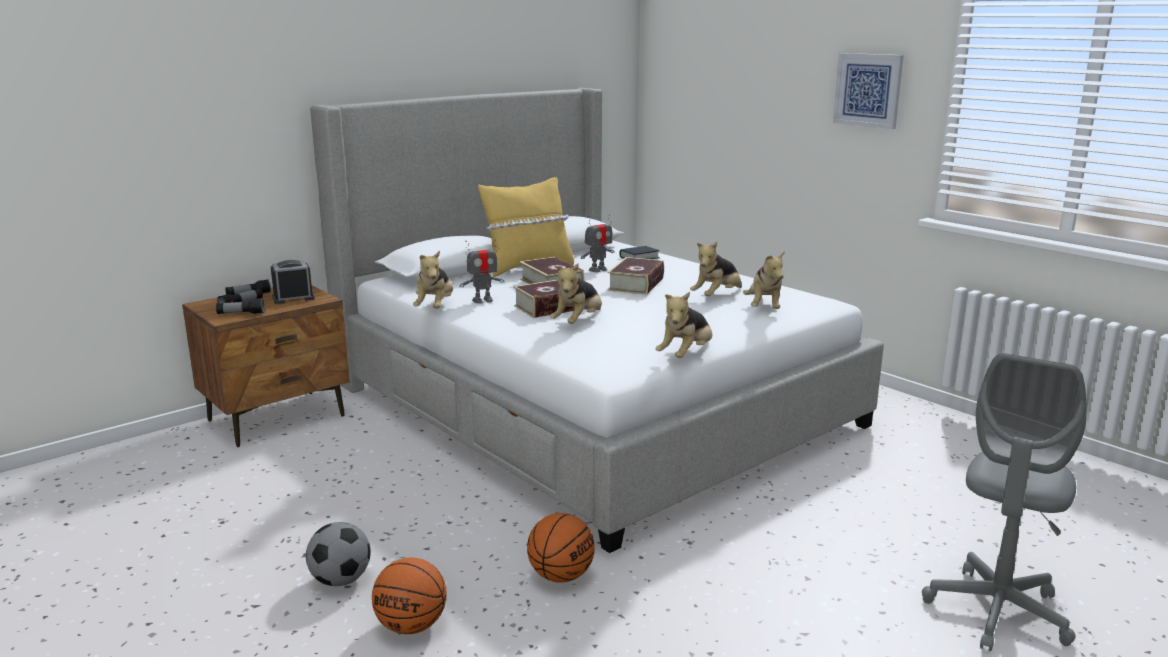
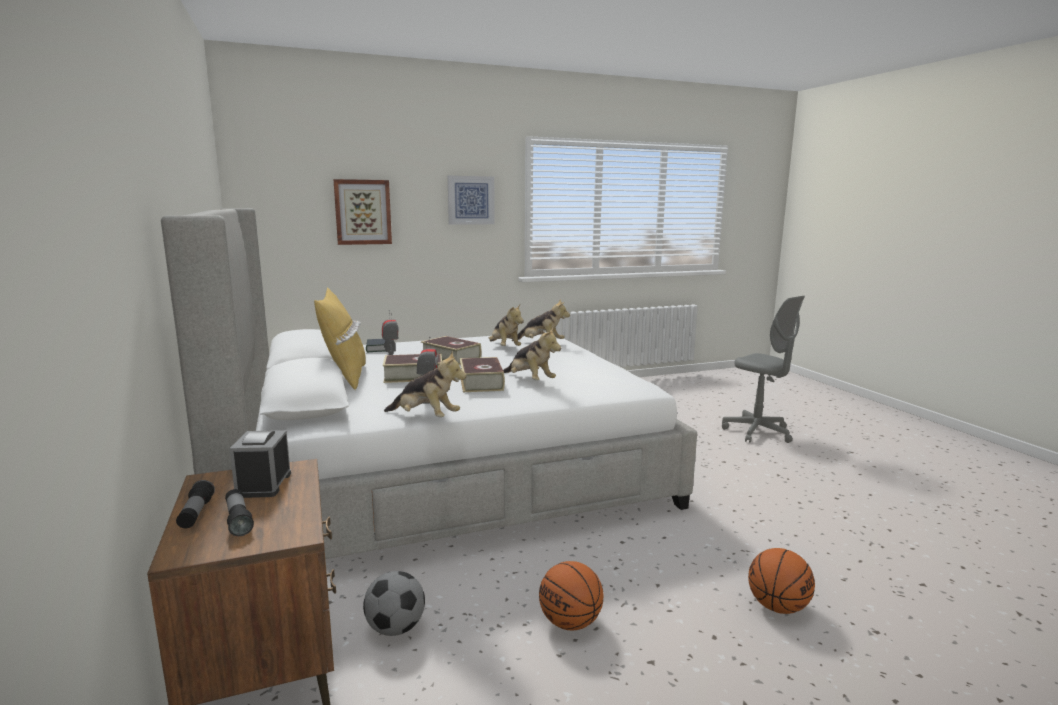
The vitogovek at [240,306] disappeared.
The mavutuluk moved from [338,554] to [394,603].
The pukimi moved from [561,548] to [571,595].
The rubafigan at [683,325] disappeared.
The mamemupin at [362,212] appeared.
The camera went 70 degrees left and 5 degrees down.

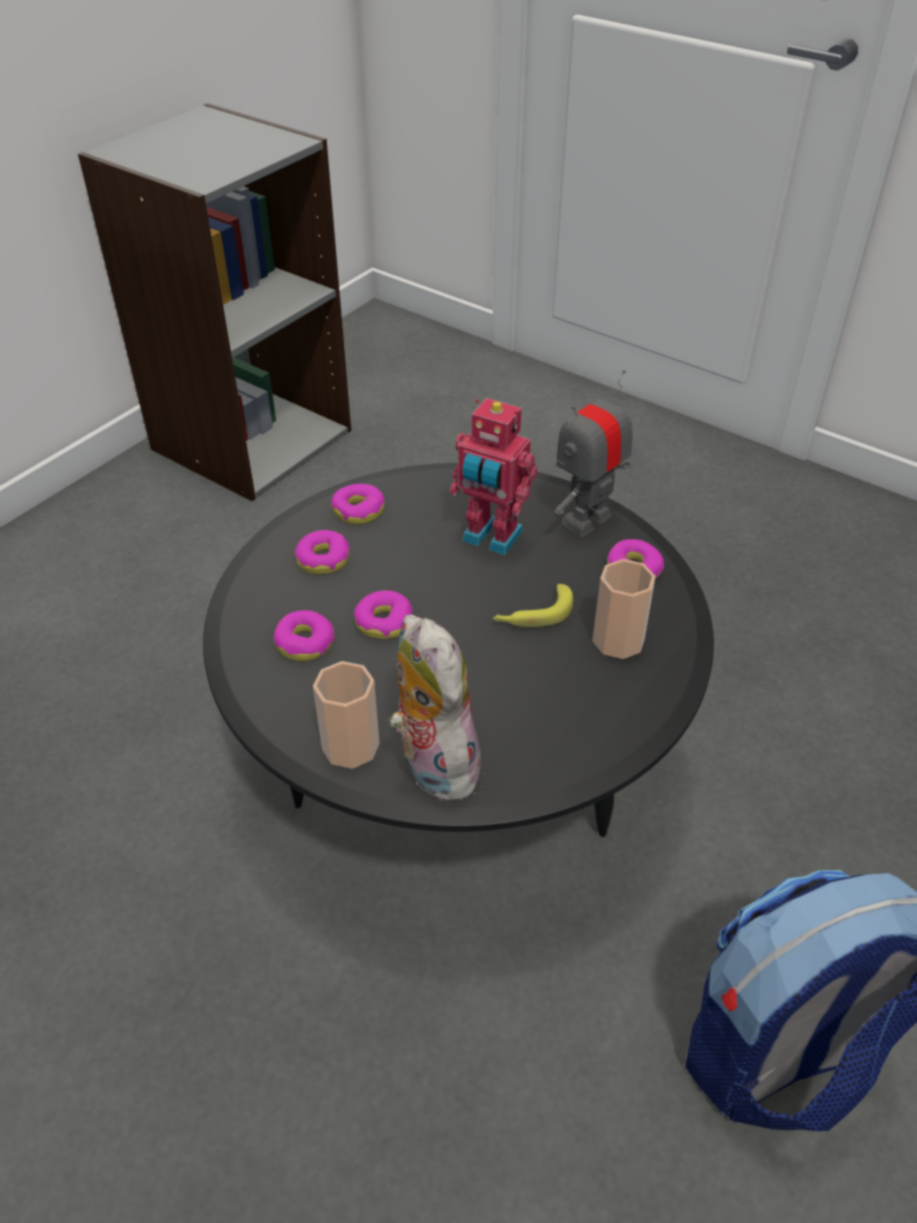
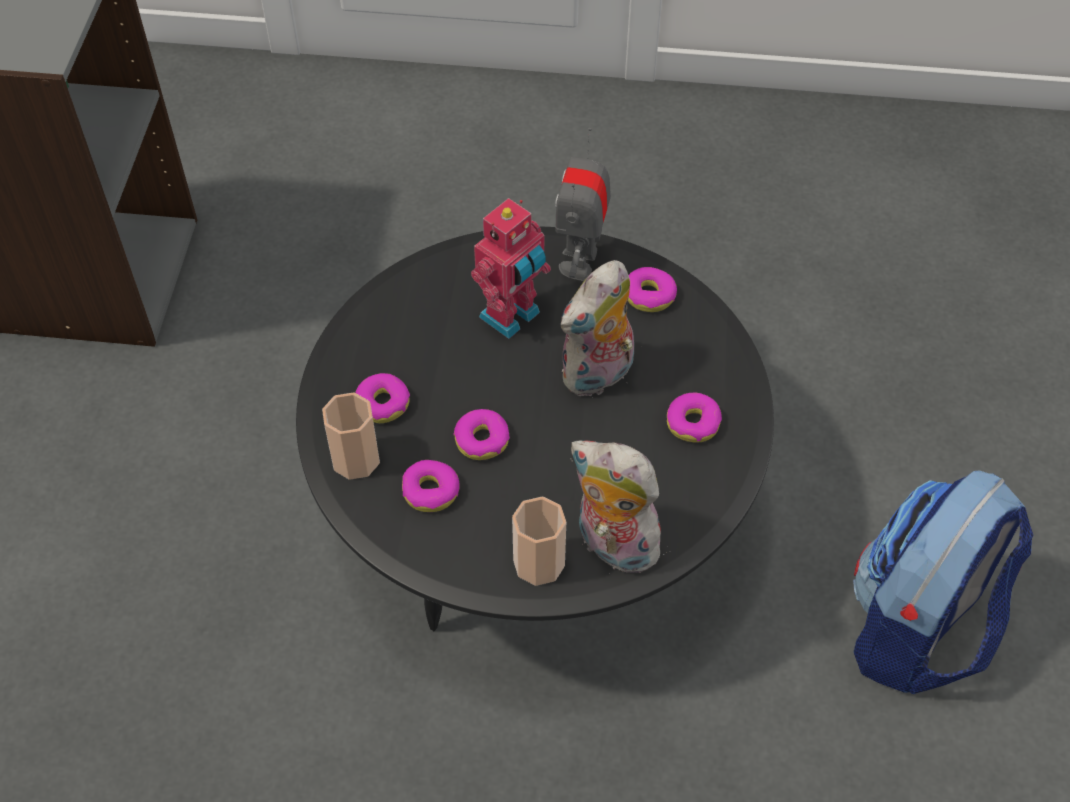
The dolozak moved from [358,504] to [694,417].
The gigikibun at [493,476] turned 45 degrees counterclockwise.
The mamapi at [533,605] was replaced by the rubafigan at [597,329].
The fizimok moved from [624,609] to [351,436].
The camera went 30 degrees left and 10 degrees up.

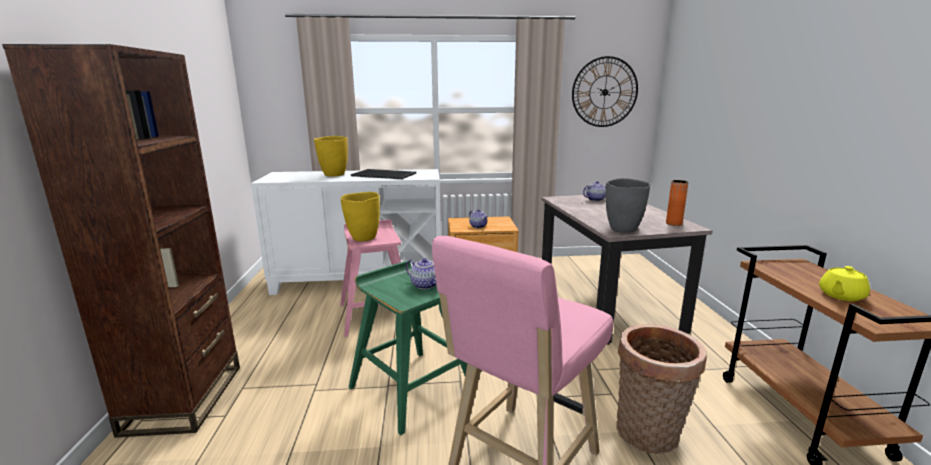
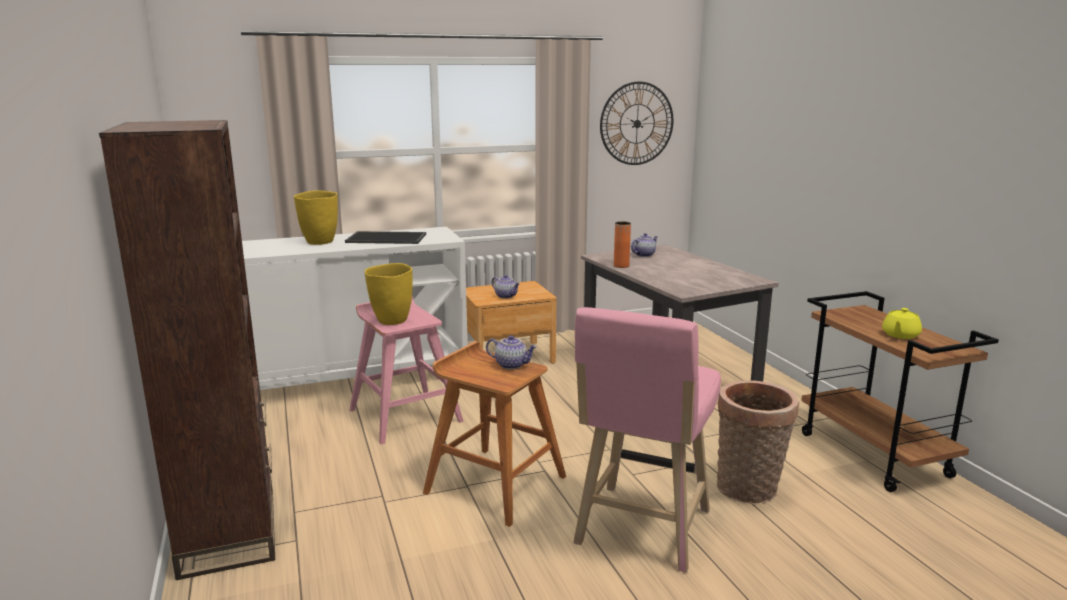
The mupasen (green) at [407,348] became the mupasen (brown) at [494,434].
The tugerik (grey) at [628,205] disappeared.
The tugerik (orange) moved from [677,203] to [622,244].
The camera went 15 degrees left and 0 degrees up.

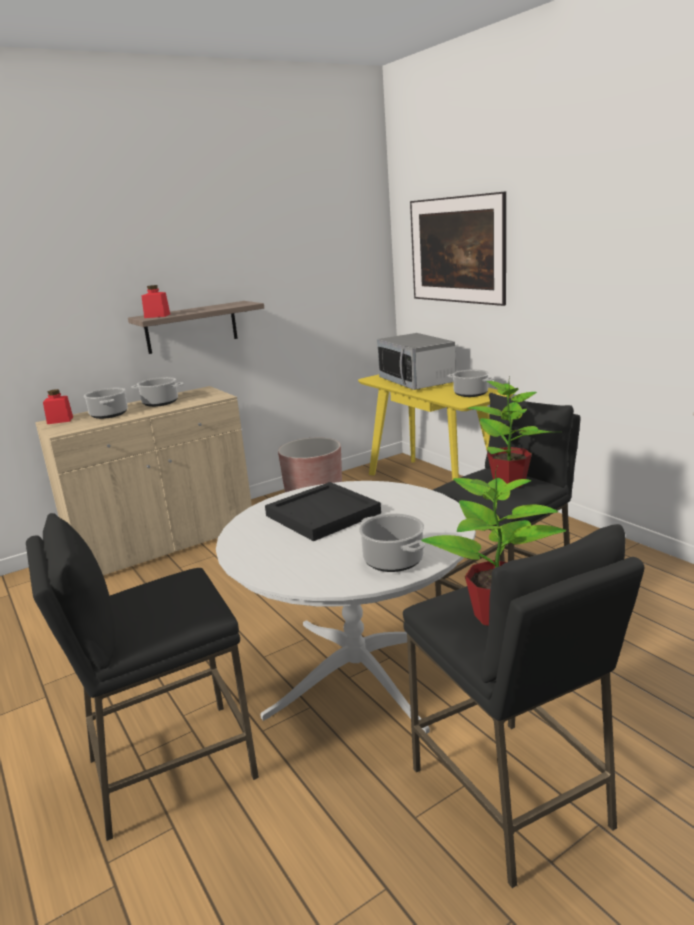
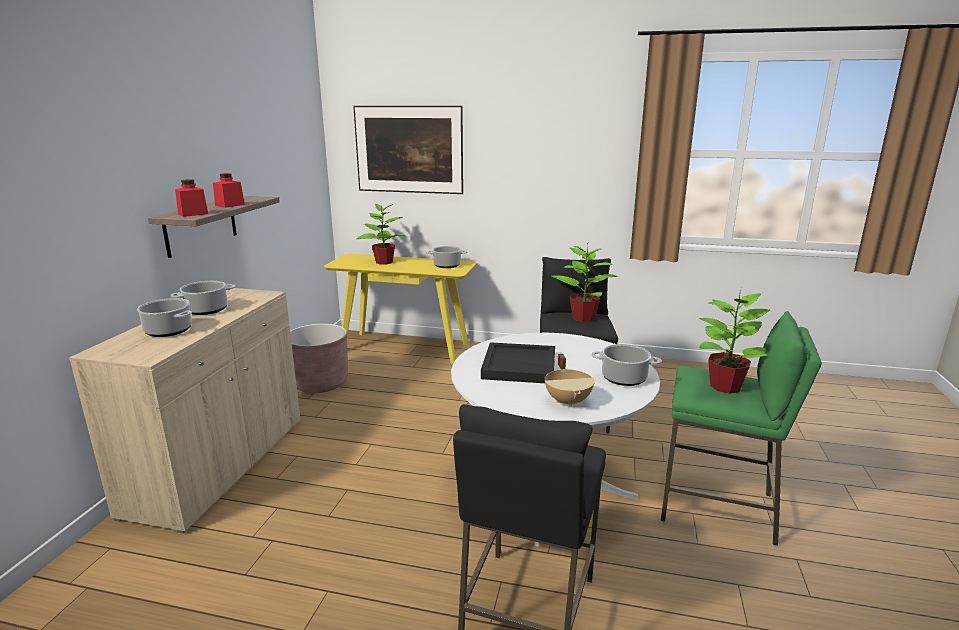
The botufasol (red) moved from [58,406] to [229,190].
The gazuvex at [416,361] was replaced by the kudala at [381,234].
The mupasen (black) at [524,706] became the mupasen (green) at [741,428].
The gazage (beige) at [570,380] appeared.
The camera went 45 degrees left and 0 degrees up.

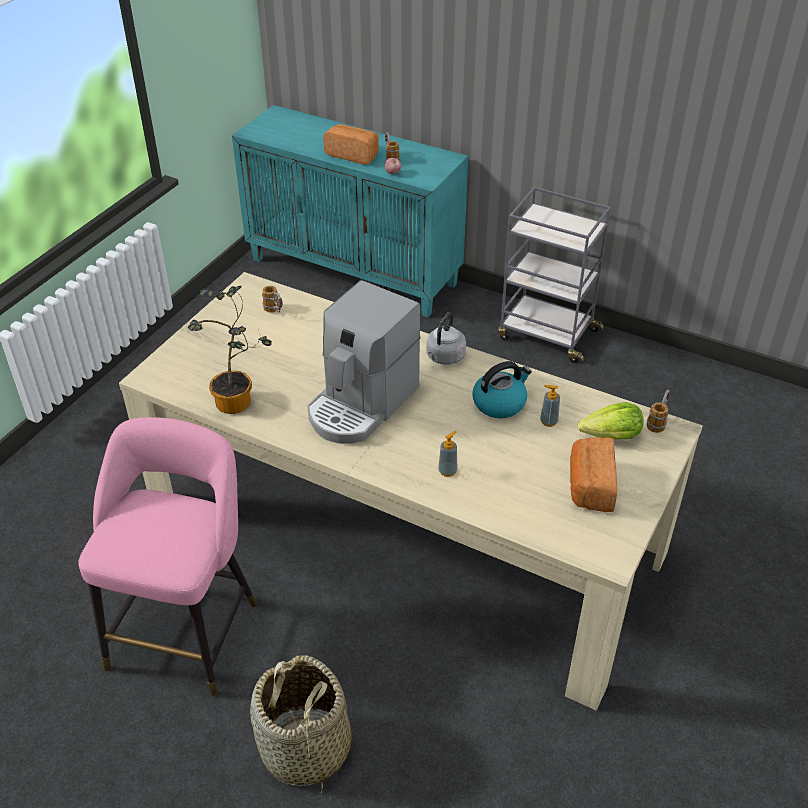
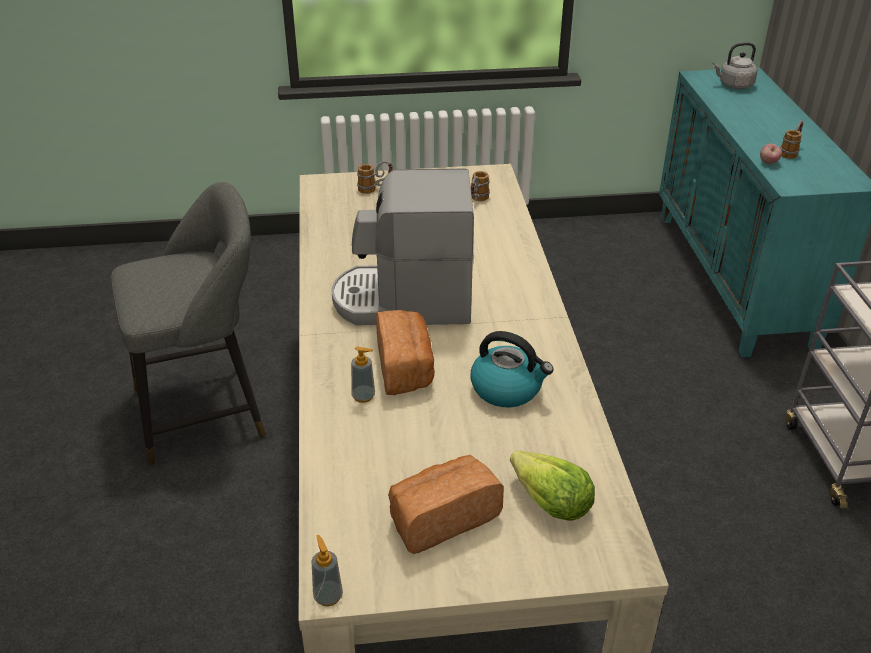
The mupasen (pink) at [167,556] became the mupasen (grey) at [188,323].
The kudala at [230,350] disappeared.
The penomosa at [301,724] disappeared.
The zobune moved from [351,144] to [405,352].
The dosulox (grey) moved from [446,338] to [735,65].
The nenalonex moved from [550,406] to [327,571].
The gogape moved from [658,411] to [375,177].
The camera went 55 degrees right and 5 degrees down.

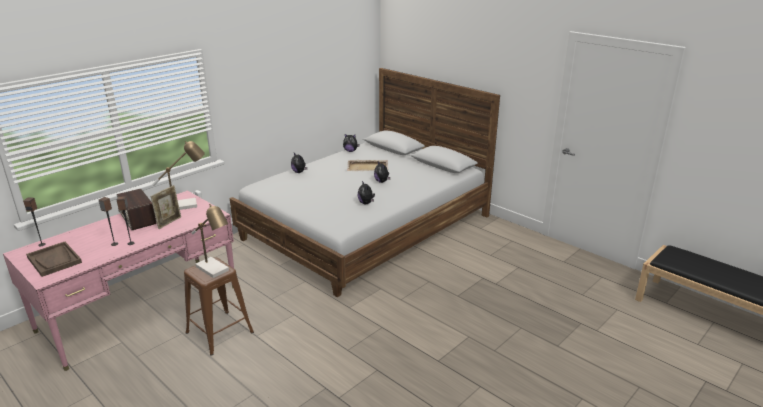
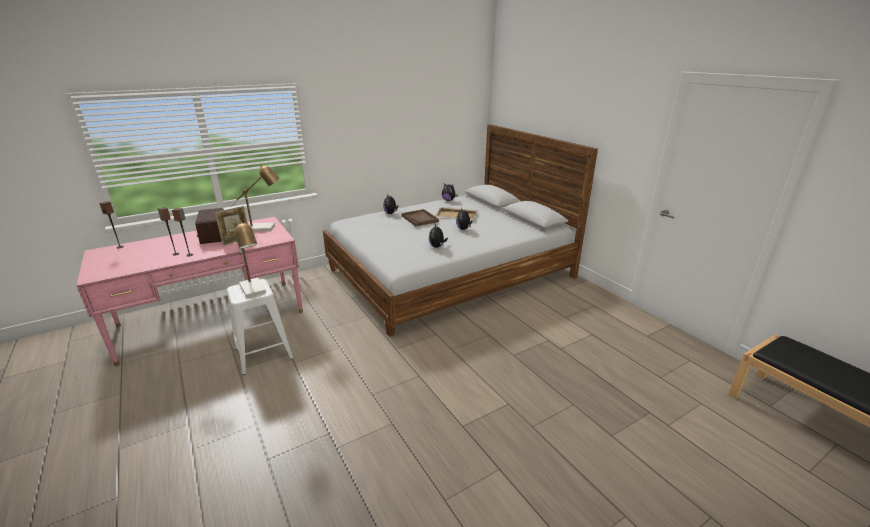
The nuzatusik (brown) moved from [54,259] to [420,218].
The mupasen (brown) at [219,307] became the mupasen (white) at [260,327].
The camera went 15 degrees right and 0 degrees up.

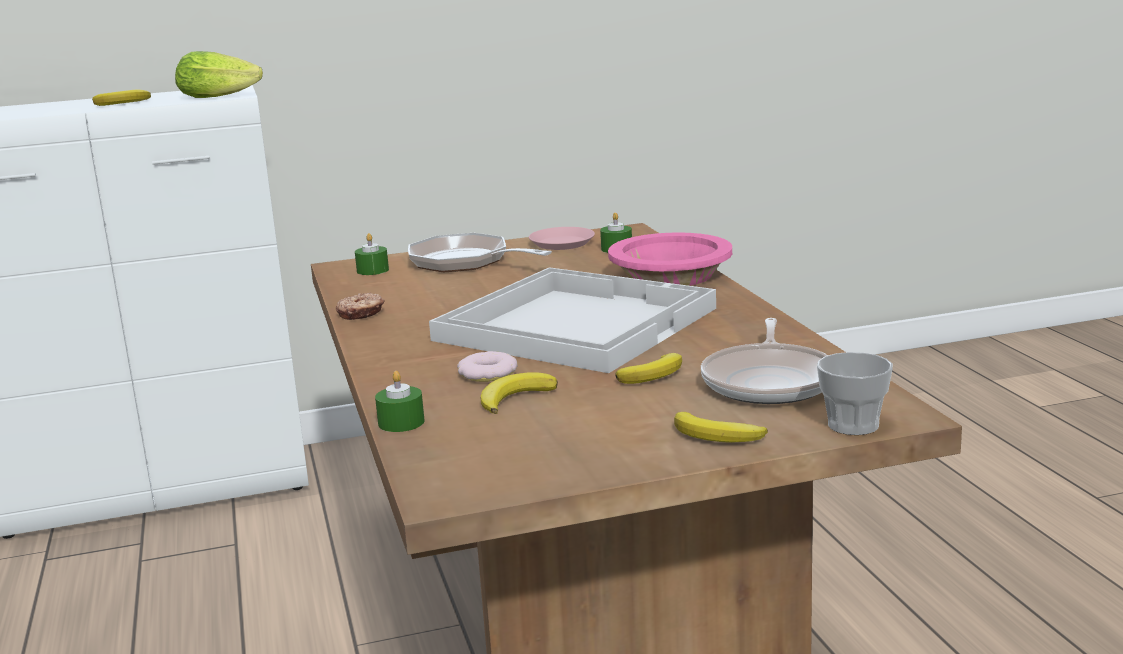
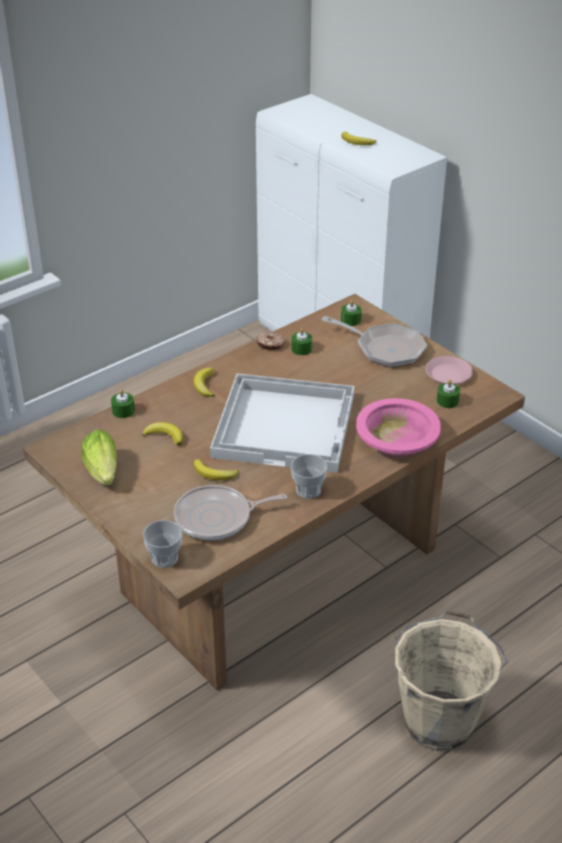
The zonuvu moved from [219,74] to [99,457].
The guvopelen at [480,252] turned 105 degrees clockwise.
The dolozak at [487,366] disappeared.
The mamapi moved from [721,427] to [204,382].
The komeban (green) at [301,341] appeared.
The fizimok at [309,476] appeared.
The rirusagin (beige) at [451,680] appeared.
The camera went 65 degrees right and 20 degrees up.

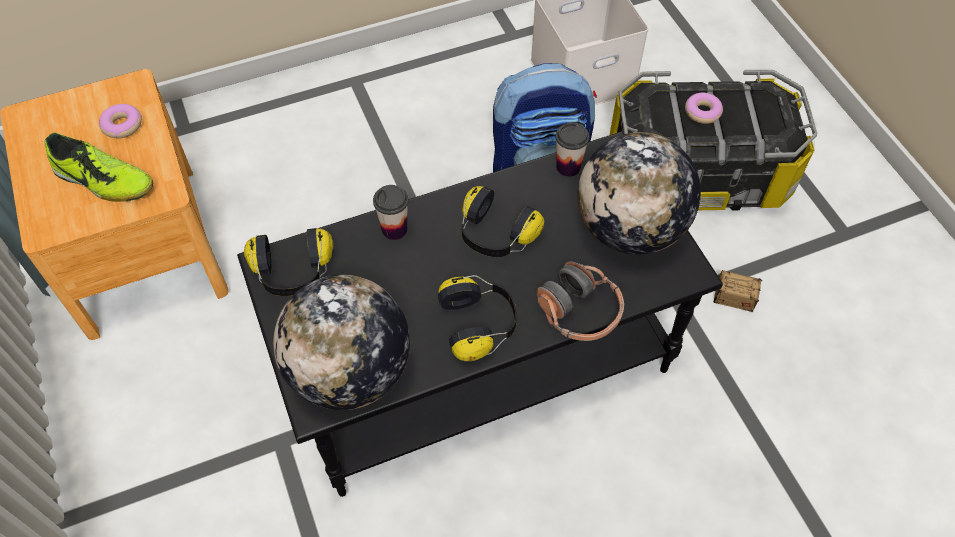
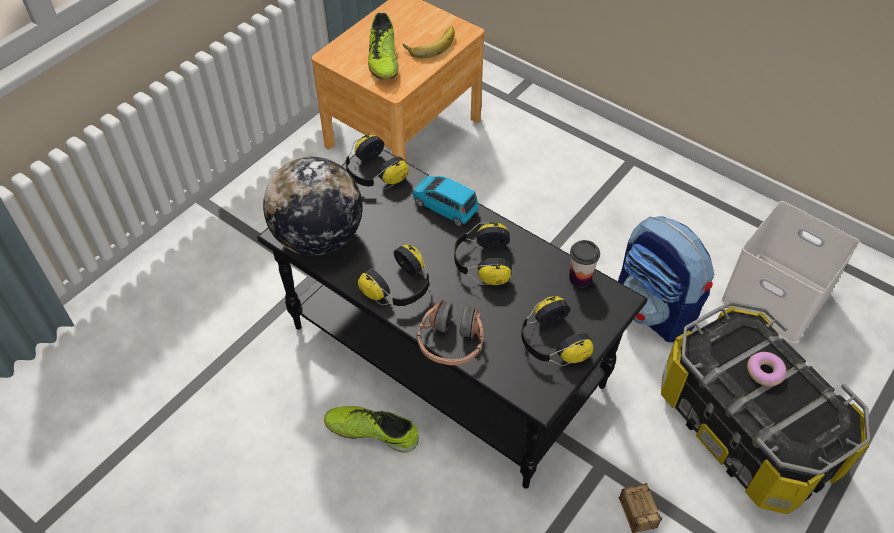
The dolozak at [120,121] was replaced by the mamapi at [429,42].
The fizimok at [391,212] was replaced by the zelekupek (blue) at [446,200].
The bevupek at [639,193] was replaced by the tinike at [557,331].
The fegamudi at [371,429] appeared.
The camera went 60 degrees right and 5 degrees down.

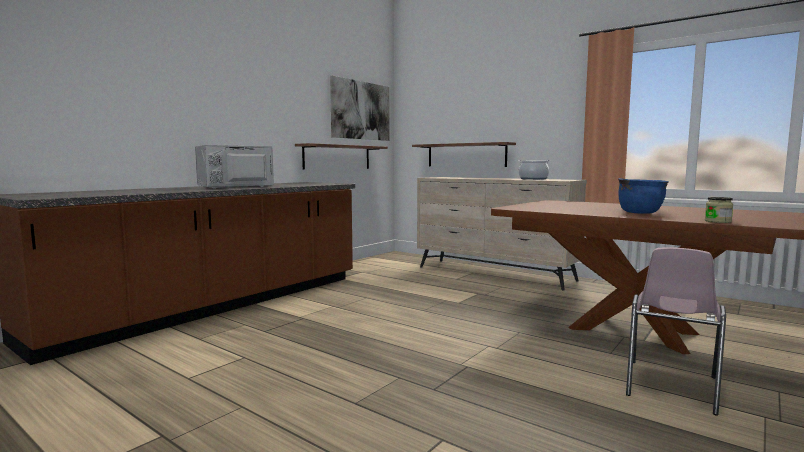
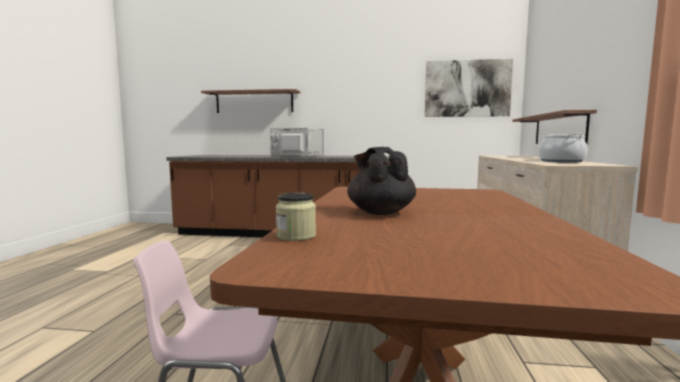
The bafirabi moved from [341,156] to [250,101].
The gazage (blue) at [643,196] was replaced by the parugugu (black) at [381,181].
The camera went 60 degrees right and 0 degrees up.

